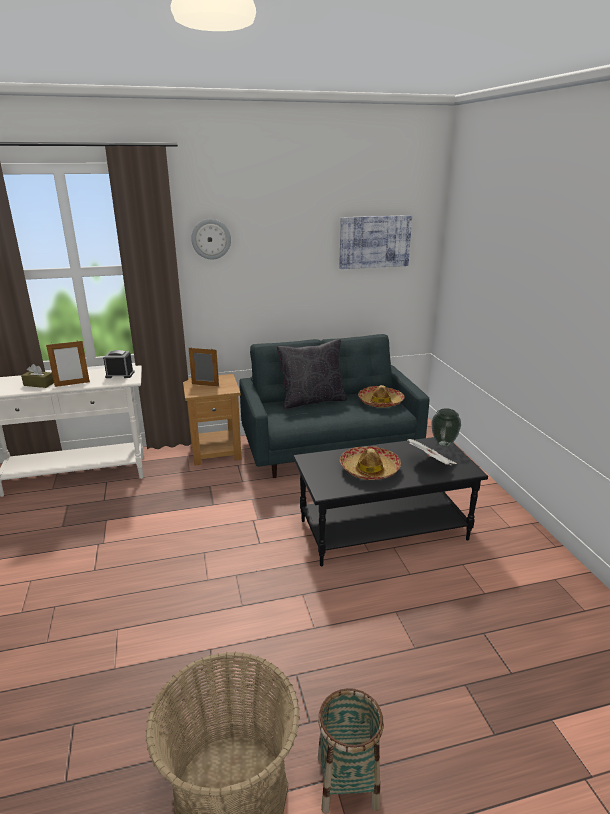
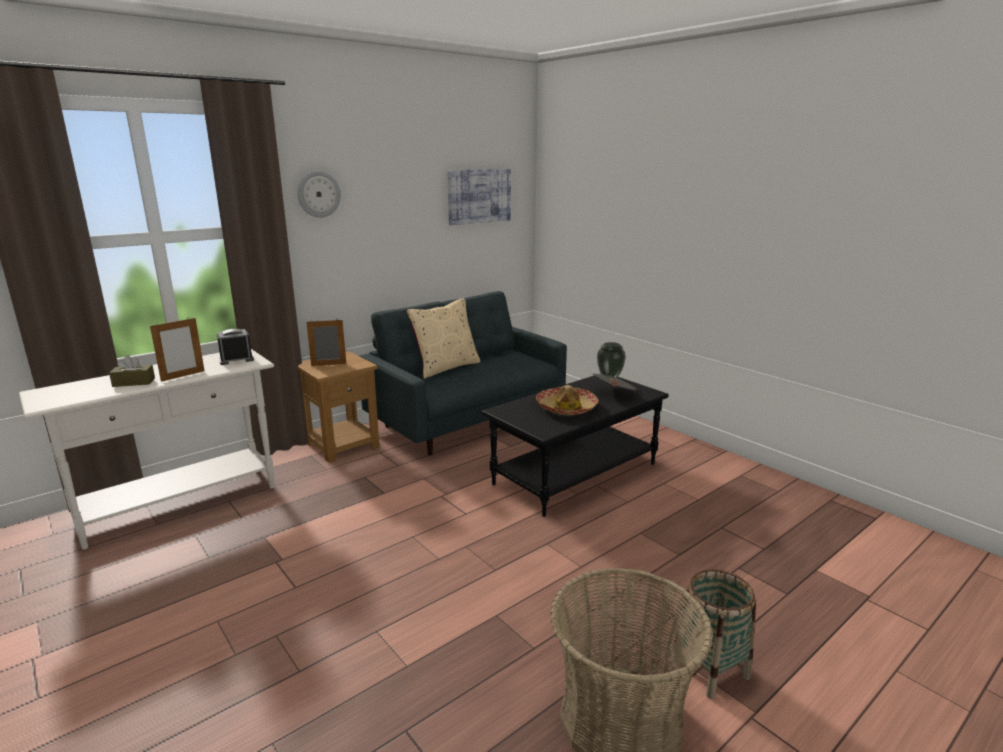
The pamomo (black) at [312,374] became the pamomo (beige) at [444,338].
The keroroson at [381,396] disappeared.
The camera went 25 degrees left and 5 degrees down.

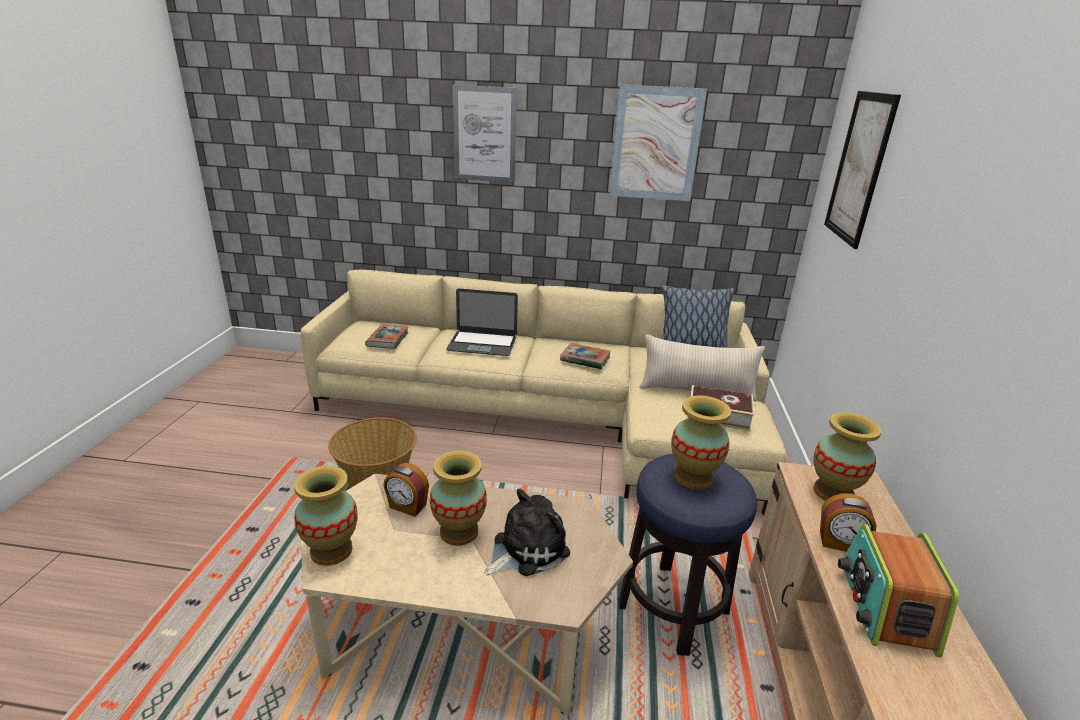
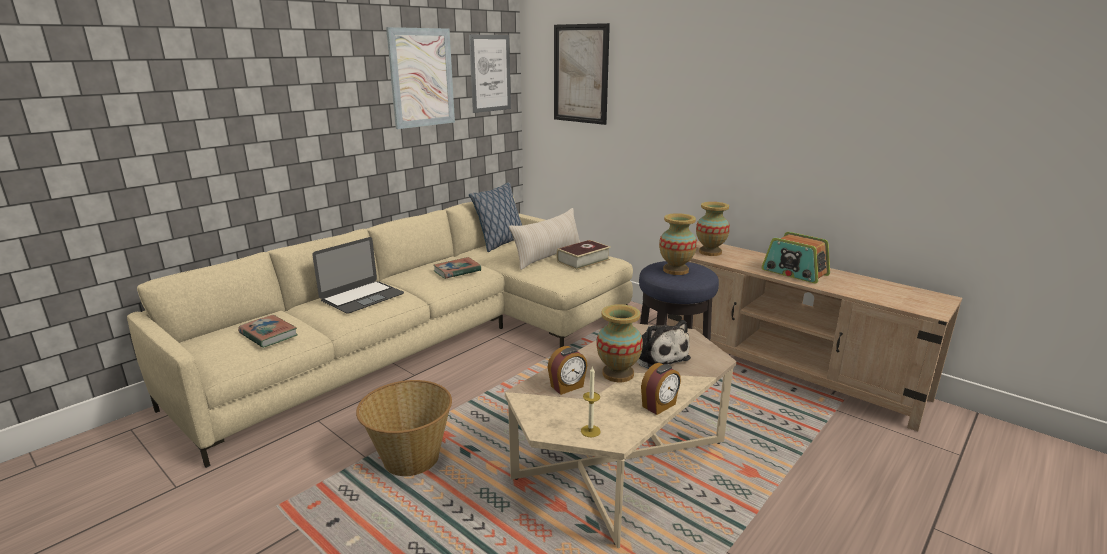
The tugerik at [326,516] was replaced by the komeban at [591,402].
The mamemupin moved from [485,134] to [490,74].
The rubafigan at [527,532] turned 150 degrees clockwise.
The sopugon moved from [848,522] to [661,389].
The camera went 55 degrees left and 5 degrees down.

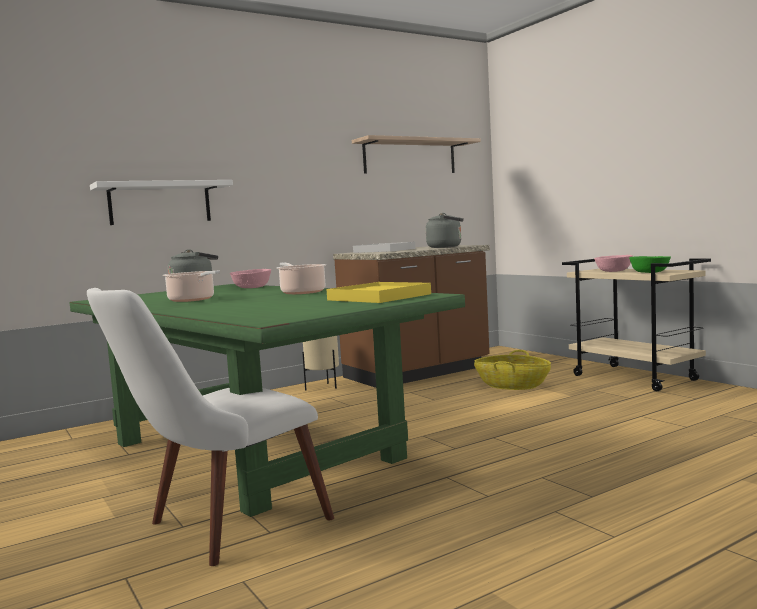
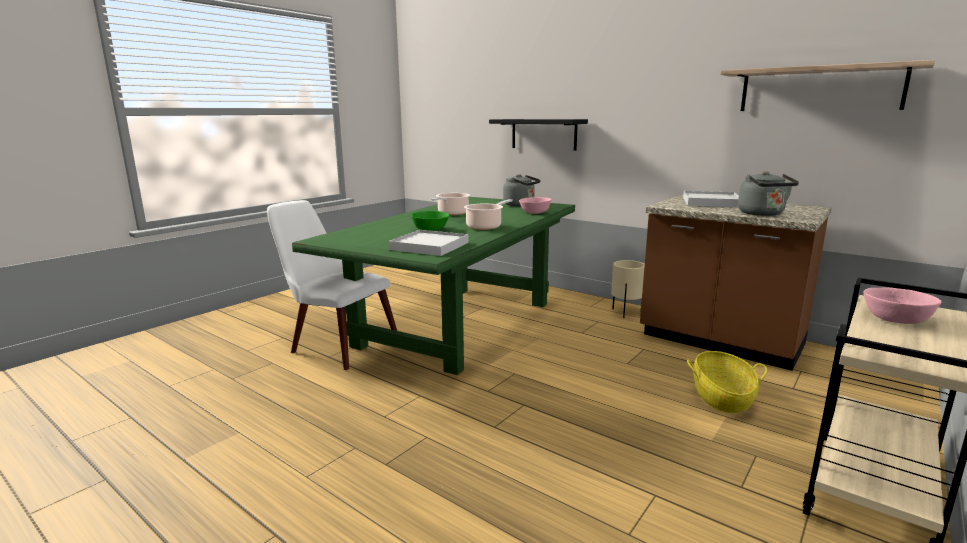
The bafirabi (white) at [161,202] became the bafirabi (black) at [538,135].
The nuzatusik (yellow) at [378,292] became the nuzatusik (white) at [429,243].
The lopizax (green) moved from [650,264] to [430,221].
The camera went 70 degrees right and 10 degrees up.

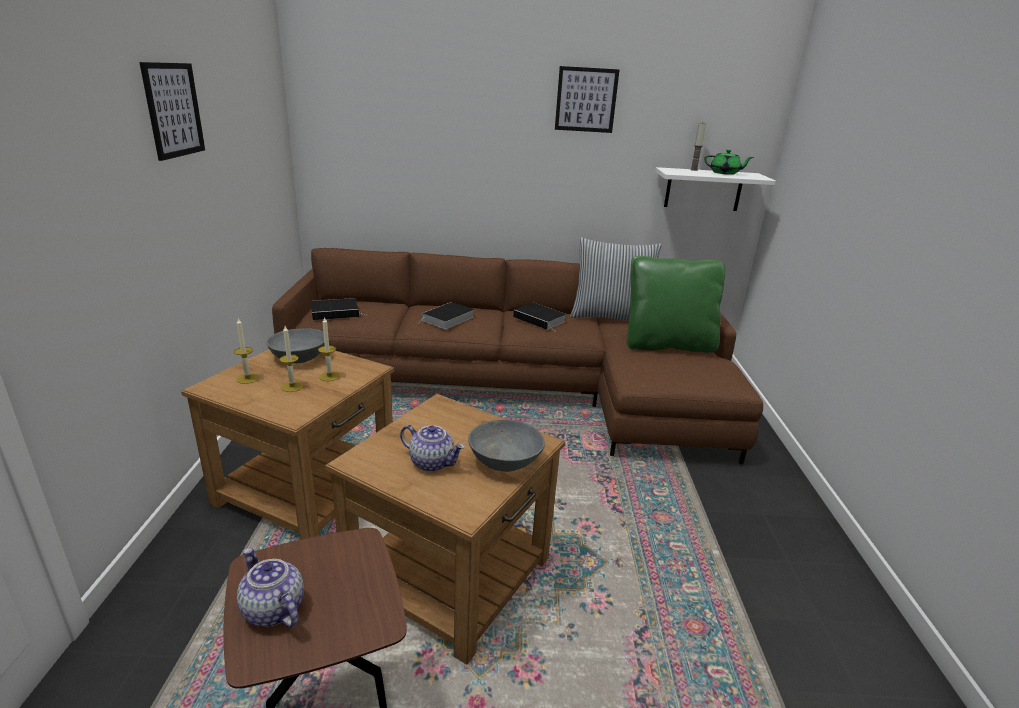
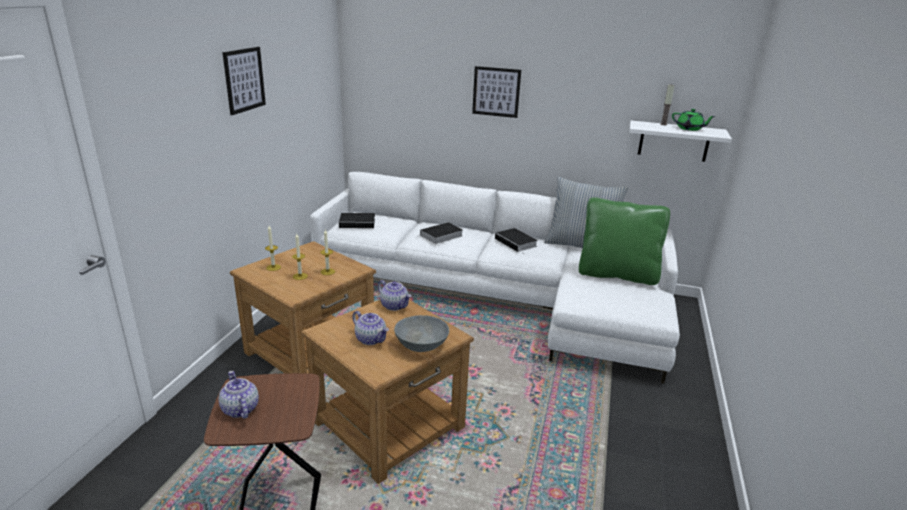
The lopizax (grey) at [295,345] disappeared.
The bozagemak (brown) at [517,356] became the bozagemak (white) at [495,278].
The mamemupin moved from [587,99] to [496,92].
The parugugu at [394,295] appeared.
The camera went 15 degrees right and 0 degrees up.

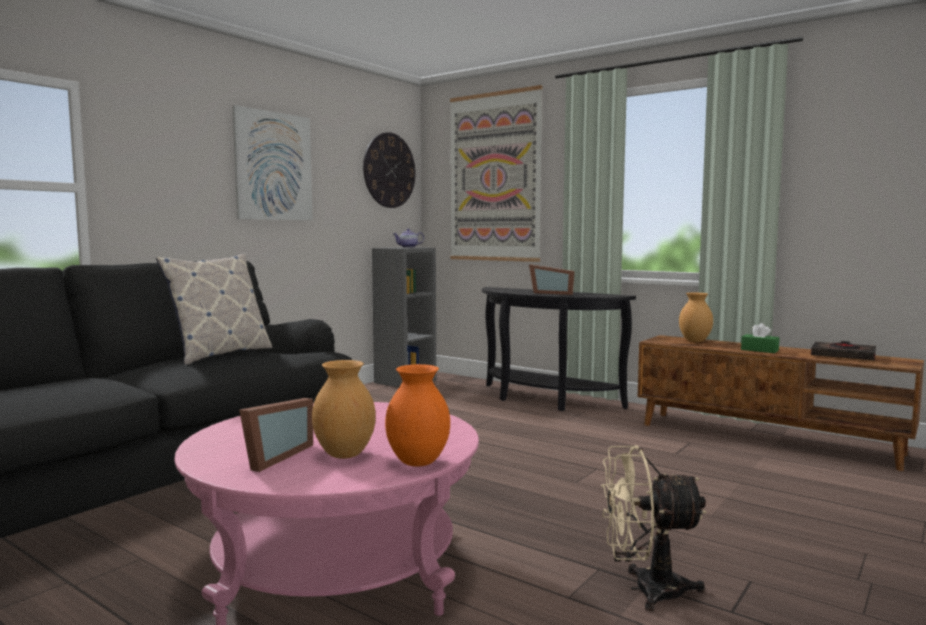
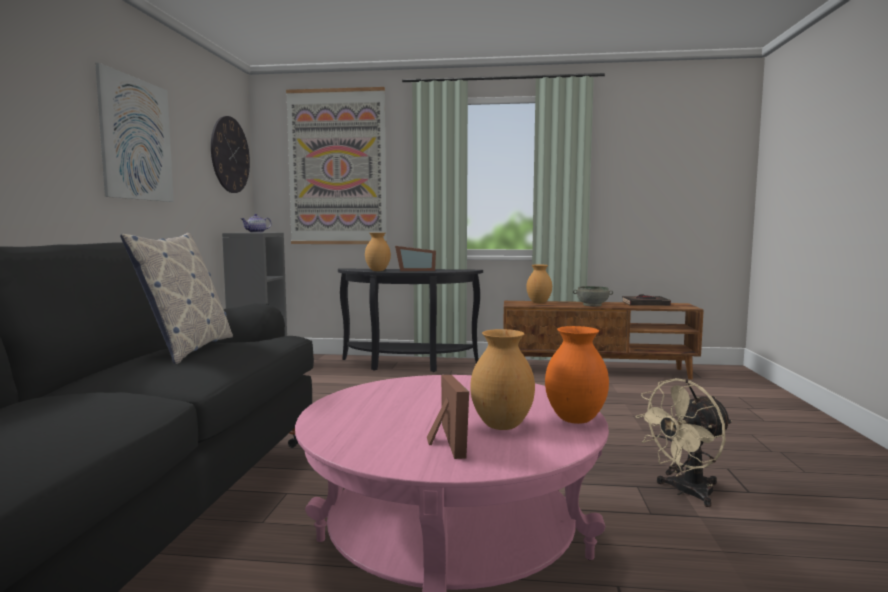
The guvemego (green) at [760,338] was replaced by the lopizax (grey) at [593,296].
The tugerik (brown) at [378,252] appeared.
The camera went 30 degrees left and 0 degrees up.

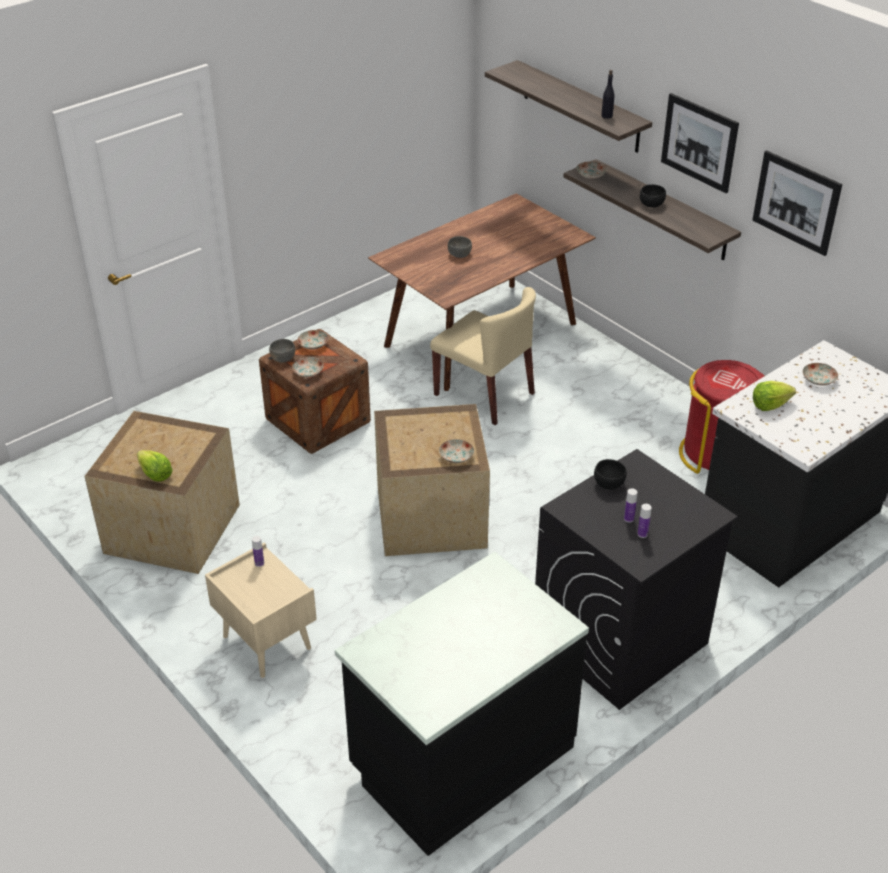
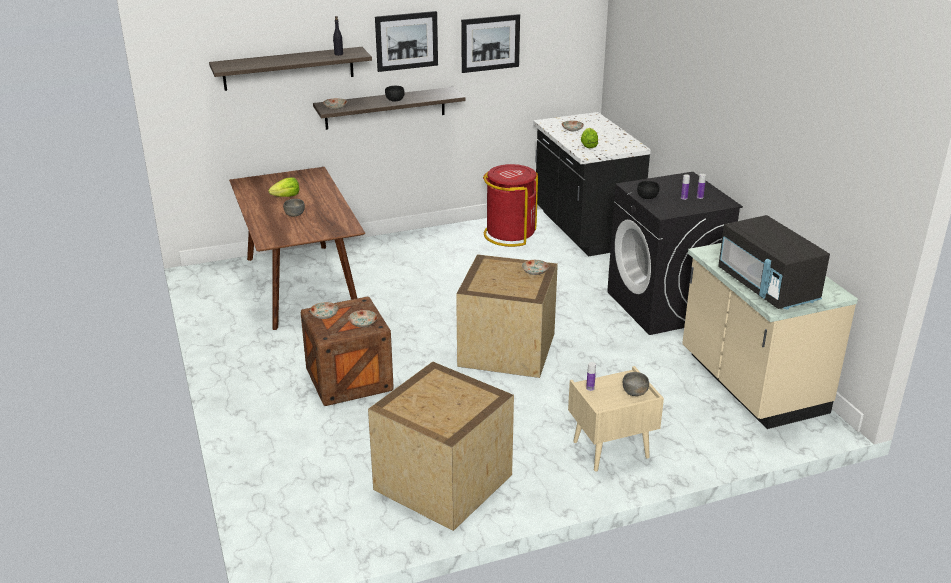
The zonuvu moved from [155,466] to [283,187].
The lopizax (grey) moved from [282,350] to [636,384].
The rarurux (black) at [462,704] became the rarurux (beige) at [770,336].
The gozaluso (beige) at [483,356] disappeared.
The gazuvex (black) at [774,262] appeared.
The camera went 70 degrees left and 10 degrees down.

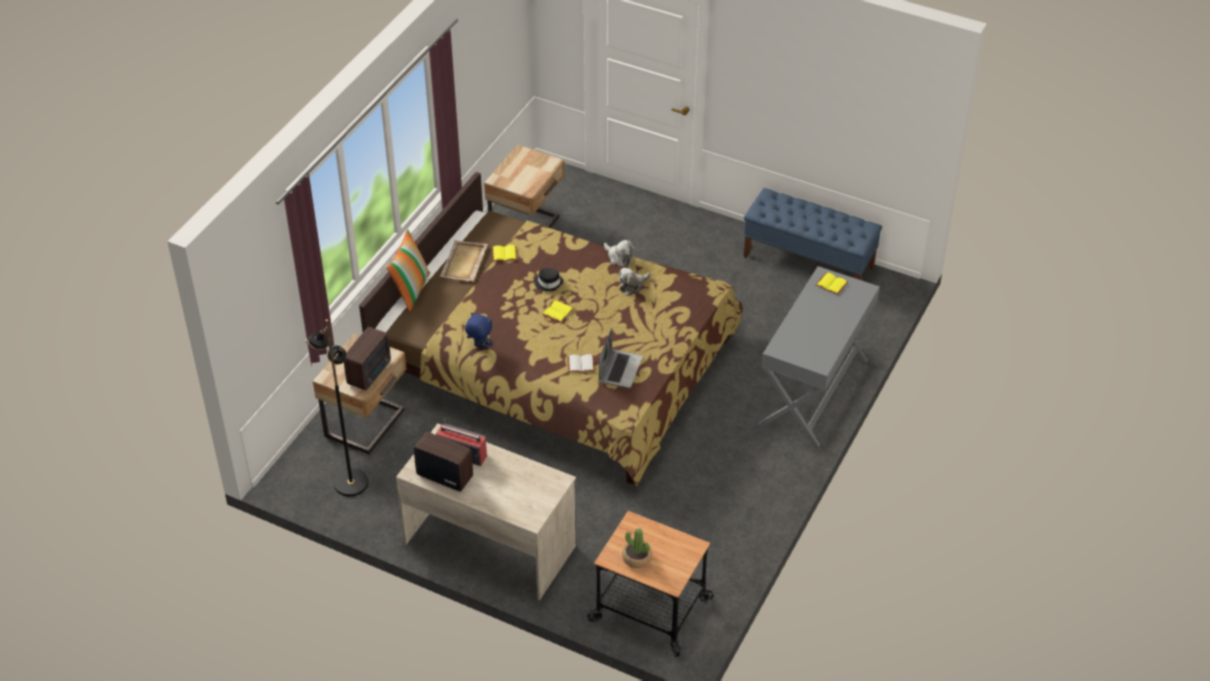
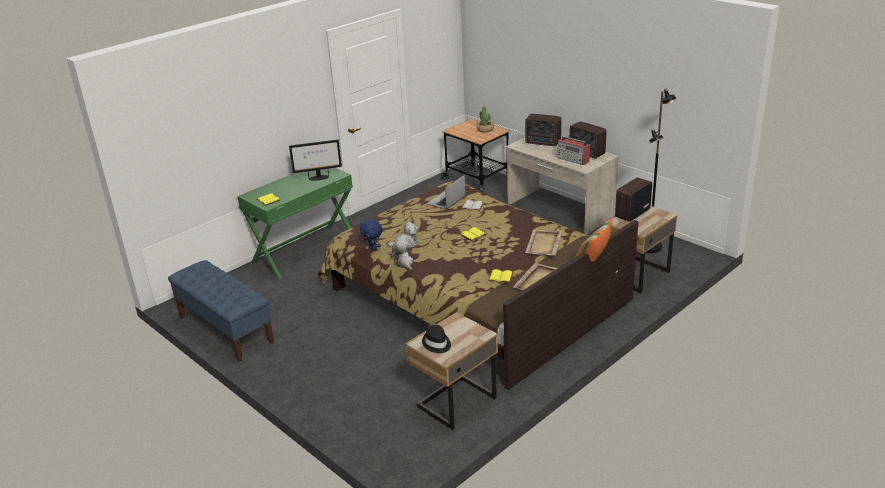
The rubafigan (blue) moved from [479,331] to [371,235].
The keroroson (black) moved from [548,279] to [436,339].
The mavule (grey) at [818,356] became the mavule (green) at [295,223].
The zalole at [315,160] appeared.
The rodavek at [543,130] appeared.
The nuzatusik (beige) at [543,242] appeared.
The camera went 160 degrees left and 15 degrees down.

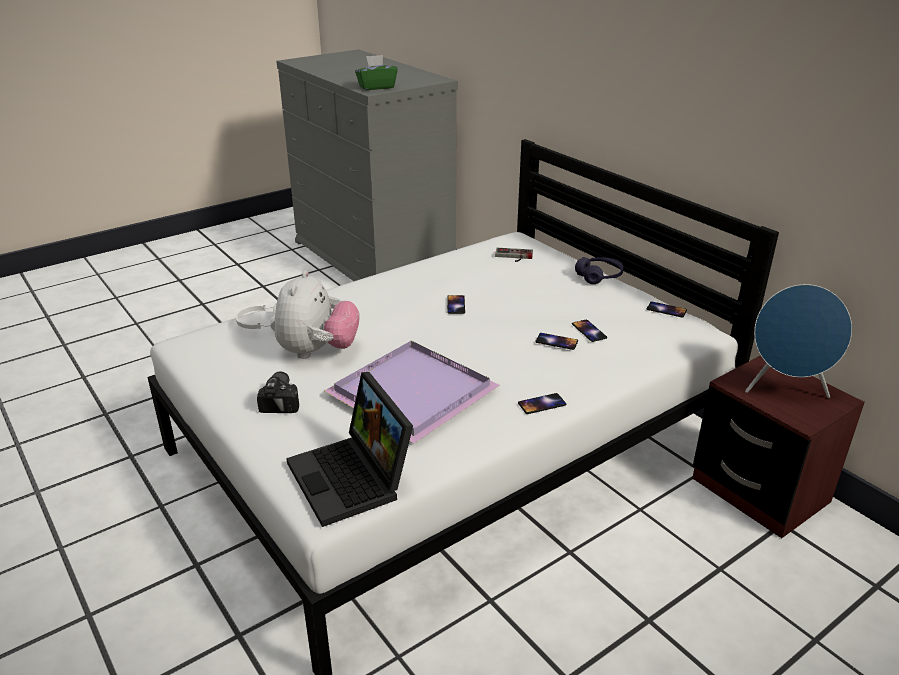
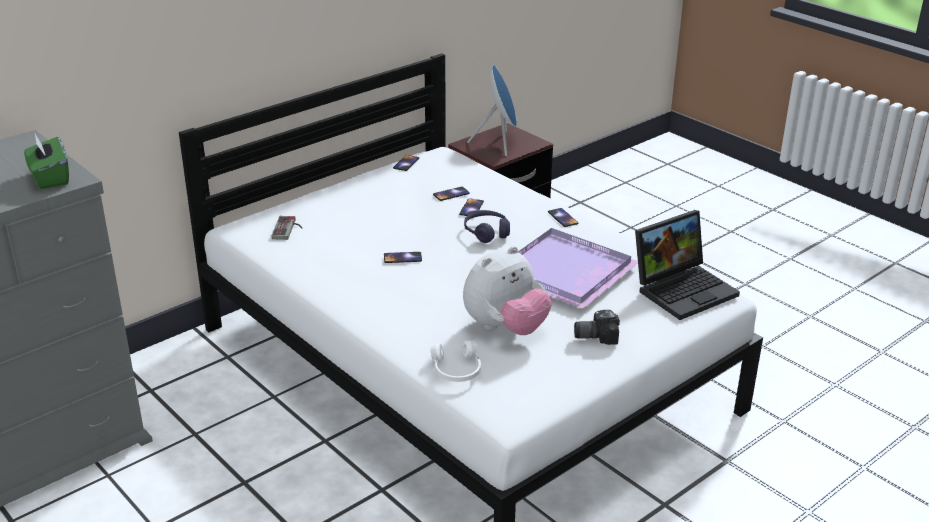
The rubafigan at [317,314] turned 135 degrees clockwise.
The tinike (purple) moved from [599,270] to [487,226].
The camera went 95 degrees left and 0 degrees up.

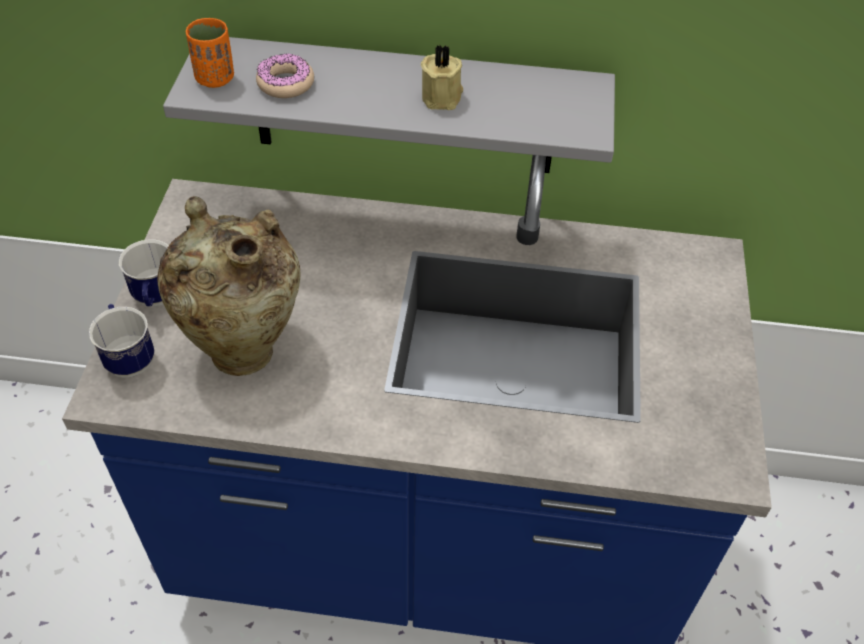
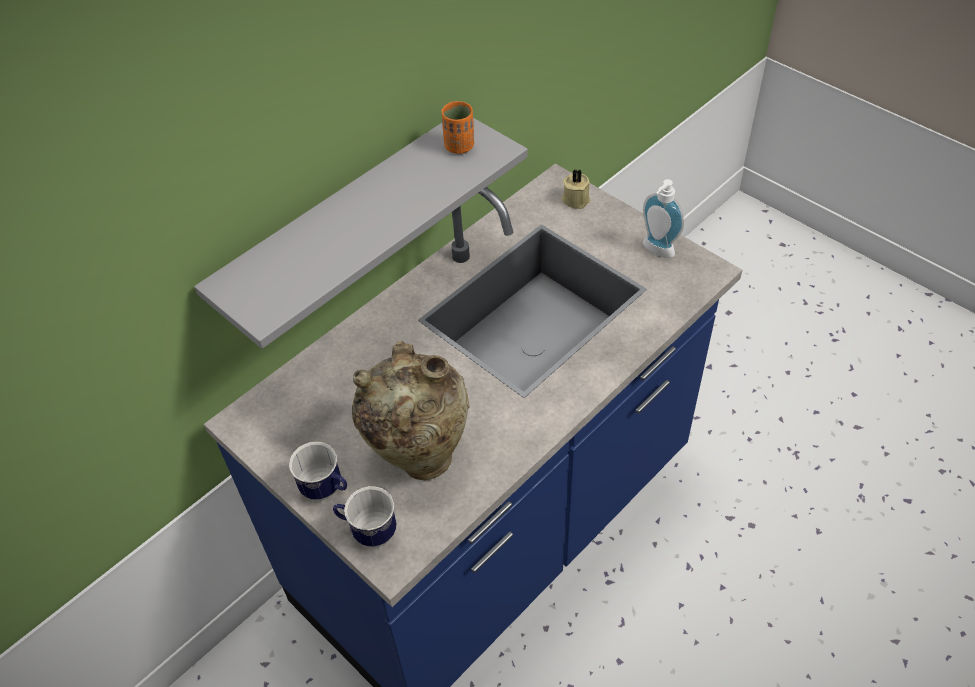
The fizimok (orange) moved from [210,53] to [457,127].
The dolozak at [285,75] disappeared.
The komeban (beige) moved from [442,77] to [575,189].
The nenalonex at [663,218] appeared.
The camera went 50 degrees left and 0 degrees up.

